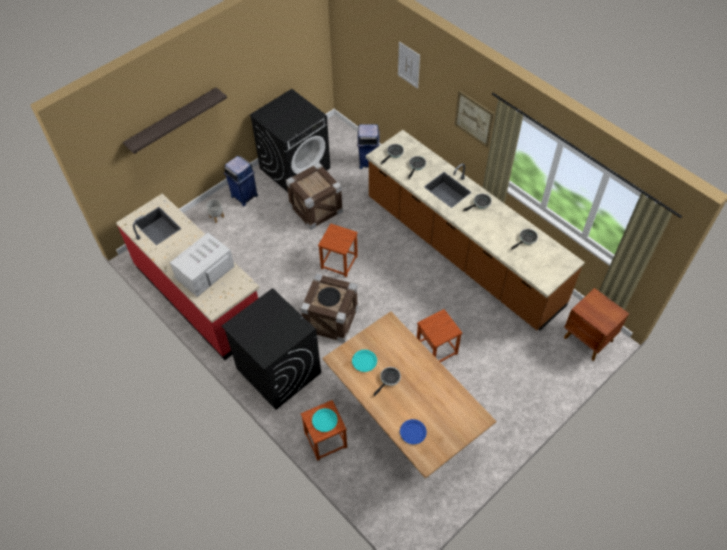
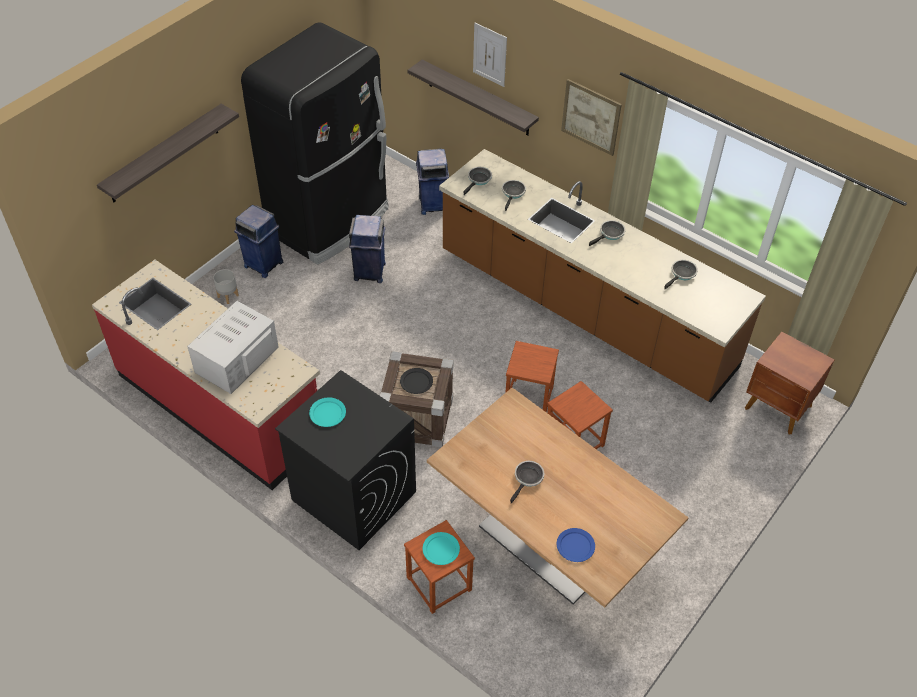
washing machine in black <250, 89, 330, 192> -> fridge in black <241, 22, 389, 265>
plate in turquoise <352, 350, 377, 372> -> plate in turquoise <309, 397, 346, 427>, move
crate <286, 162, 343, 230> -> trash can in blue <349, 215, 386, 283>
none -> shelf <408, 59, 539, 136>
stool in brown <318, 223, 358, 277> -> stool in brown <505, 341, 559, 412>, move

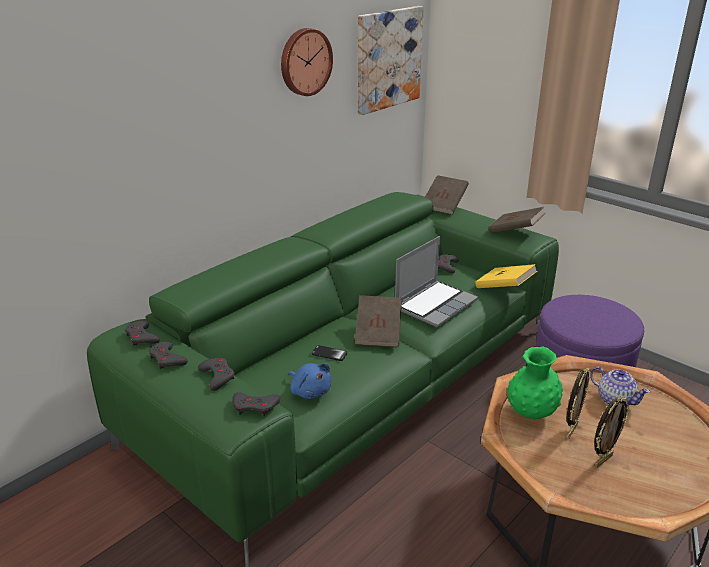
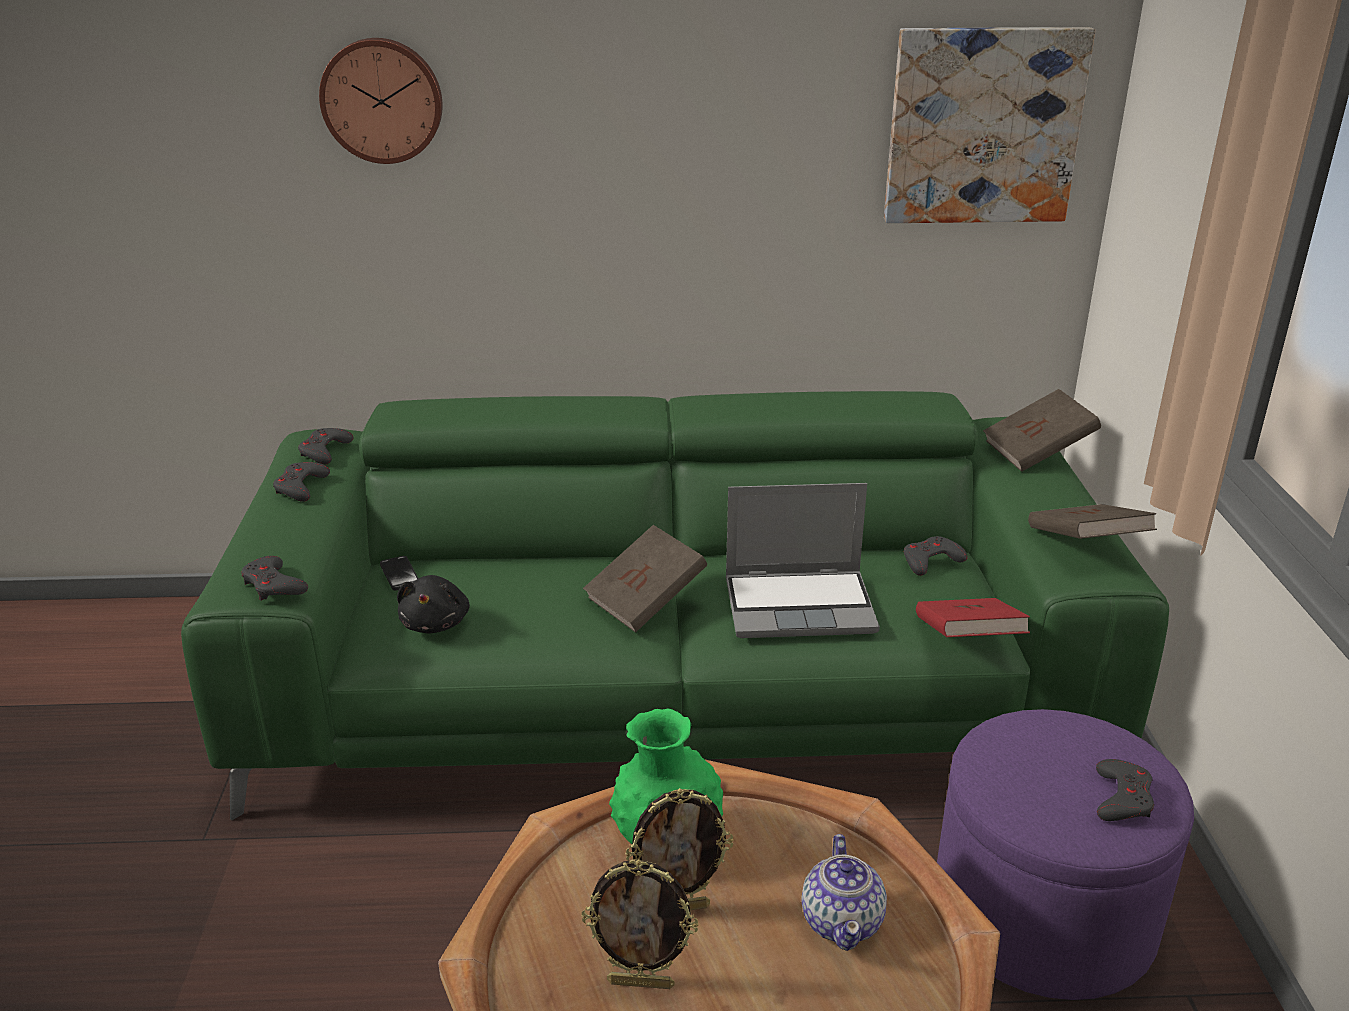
wall clock <281, 28, 333, 96> -> wall clock <319, 38, 443, 164>, move
phone <312, 345, 347, 361> -> phone <380, 556, 418, 591>, move
plush toy in blue <289, 363, 332, 399> -> plush toy in black <397, 575, 470, 633>
book in yellow <476, 264, 537, 288> -> book in red <916, 598, 1030, 637>
game controller in grey <198, 358, 234, 391> -> game controller in grey <1096, 759, 1154, 821>, move

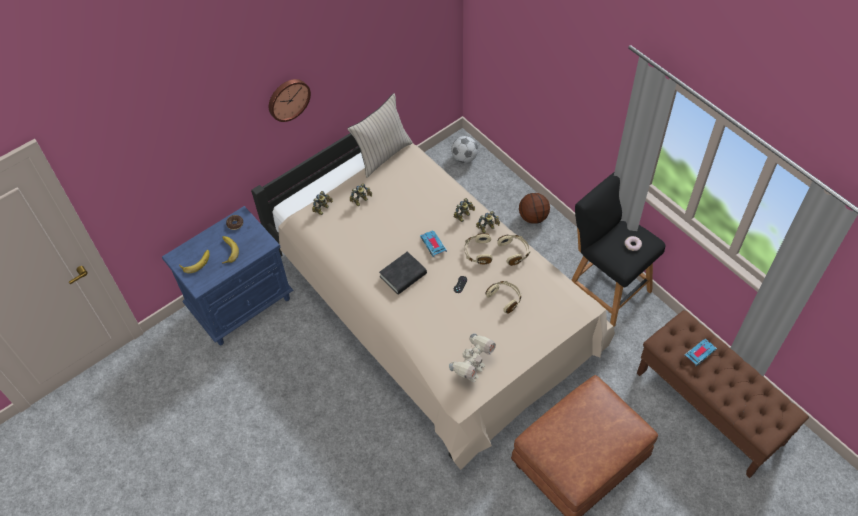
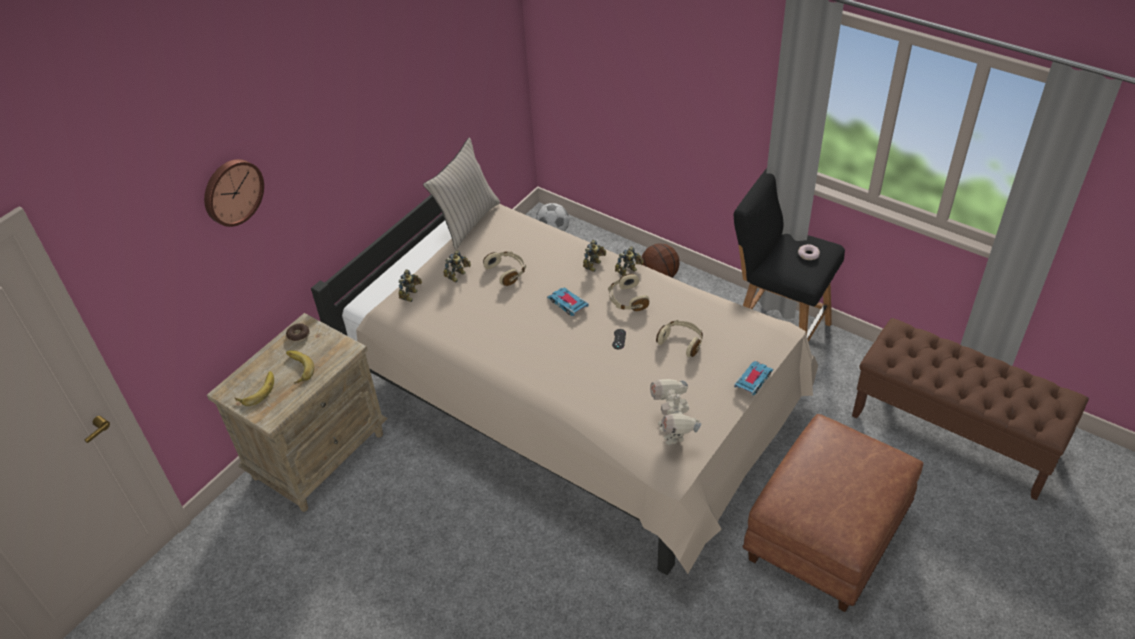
wall clock <269, 79, 311, 122> -> wall clock <204, 159, 264, 227>, move
nightstand in blue <162, 206, 293, 345> -> nightstand in beige <207, 313, 388, 512>
headphones in beige <497, 235, 530, 266> -> headphones in beige <483, 251, 526, 286>, move
toy robot <449, 333, 496, 382> -> toy robot <650, 379, 702, 445>, 150 degrees clockwise
toy car <684, 339, 717, 366> -> toy car <734, 361, 773, 396>, move
book in black <379, 252, 427, 295> -> none

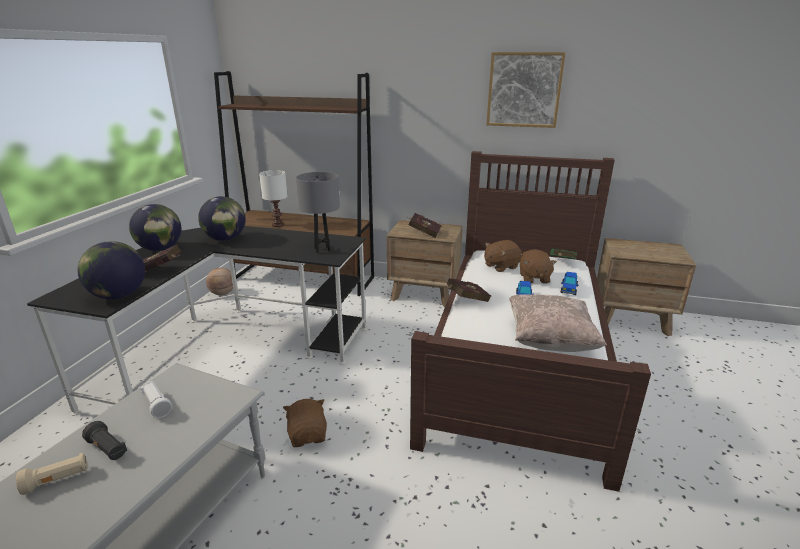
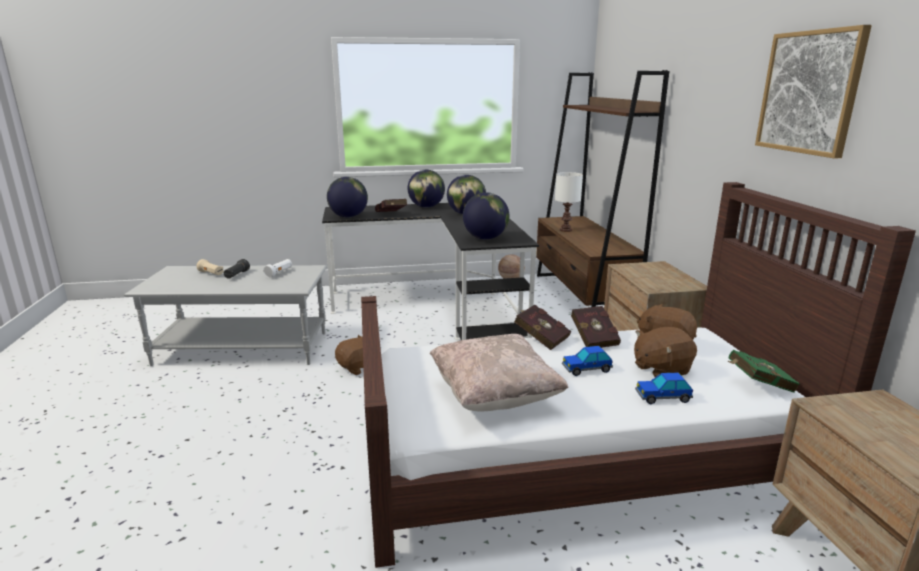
table lamp in grey <296, 172, 340, 253> -> globe <463, 192, 509, 240>
book in red <408, 213, 442, 238> -> book in red <571, 306, 621, 348>, move

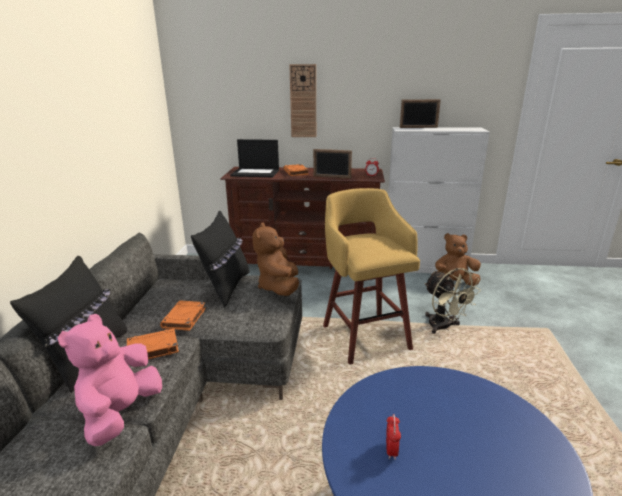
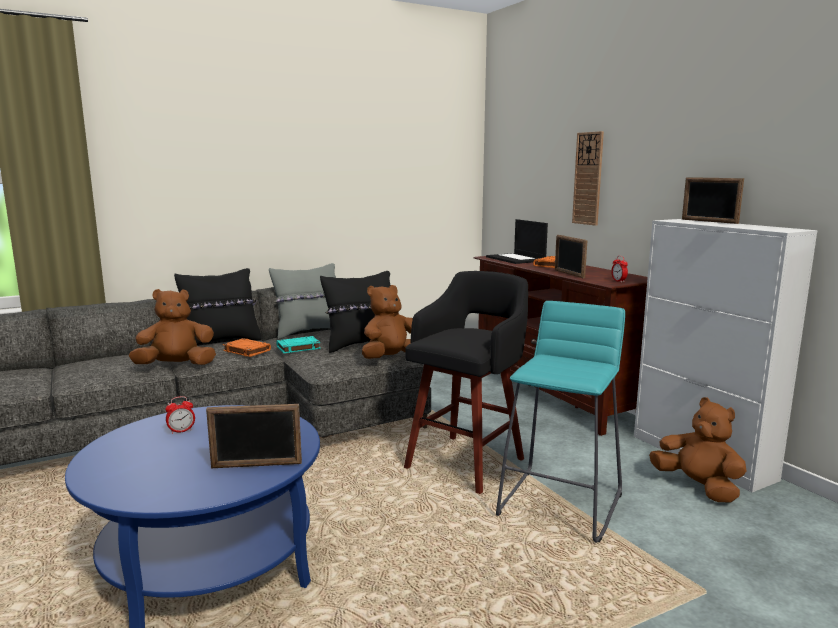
plush toy in pink <58, 314, 162, 446> -> plush toy in brown <129, 289, 216, 365>
none -> picture frame <206, 404, 302, 468>
none -> pillow in grey <269, 263, 336, 339>
book in orange <160, 300, 206, 331> -> book in turquoise <277, 336, 320, 353>
stool in yellow <323, 188, 420, 365> -> stool in black <404, 271, 528, 494>
fan in beige <424, 268, 481, 334> -> stool in turquoise <496, 301, 625, 542>

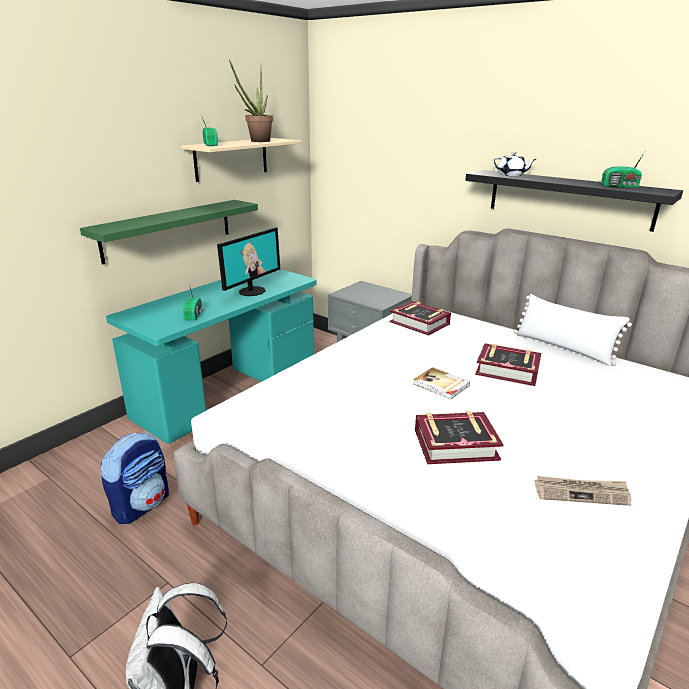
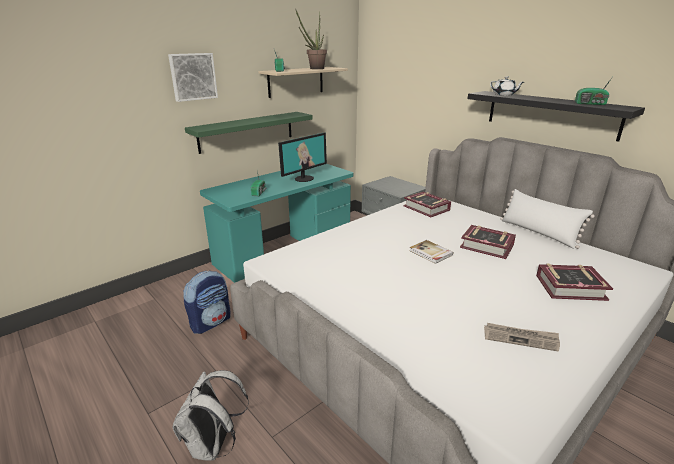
none -> picture <168, 53, 218, 102>
book <415, 411, 503, 464> -> book <536, 264, 613, 301>, move

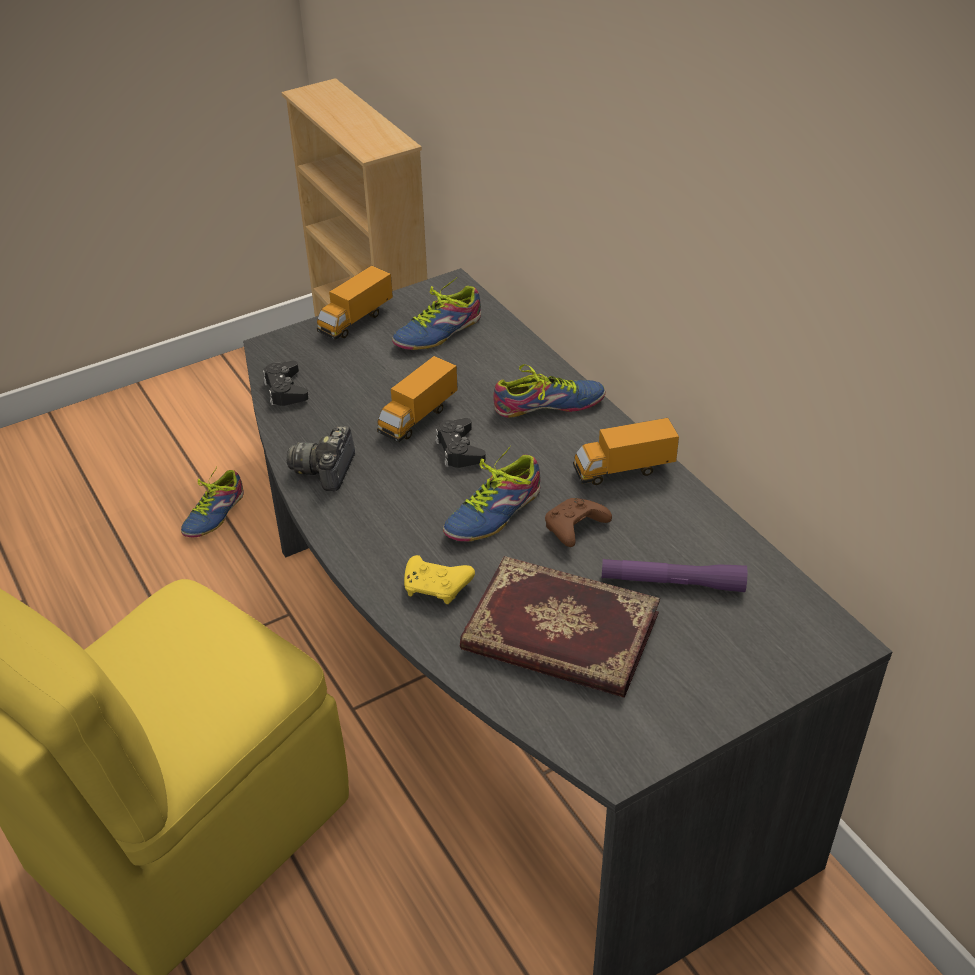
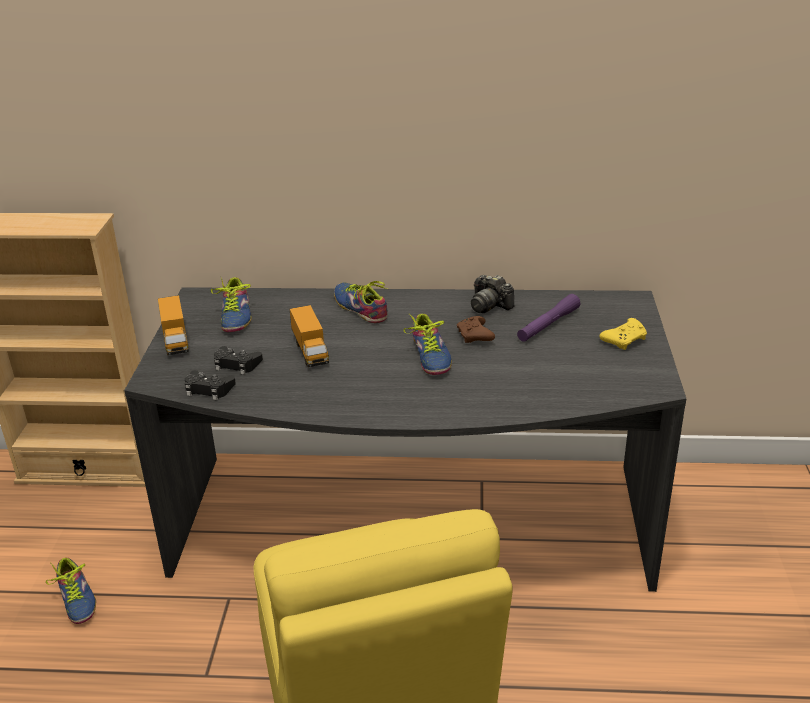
game controller in black <435, 418, 486, 468> -> game controller in black <214, 346, 263, 375>, move
shoe <493, 364, 606, 418> -> shoe <334, 281, 387, 323>, 60 degrees counterclockwise
photo camera <287, 426, 355, 491> -> photo camera <471, 275, 514, 313>, move
game controller in yellow <404, 555, 475, 604> -> game controller in yellow <599, 318, 647, 350>, move
book <460, 556, 660, 698> -> none
toy truck <573, 418, 679, 485> -> none

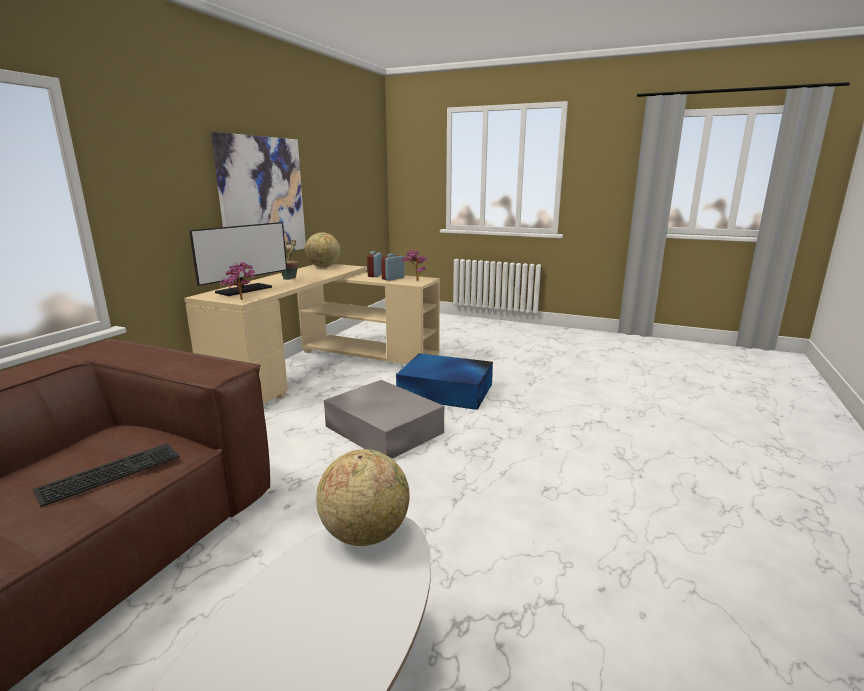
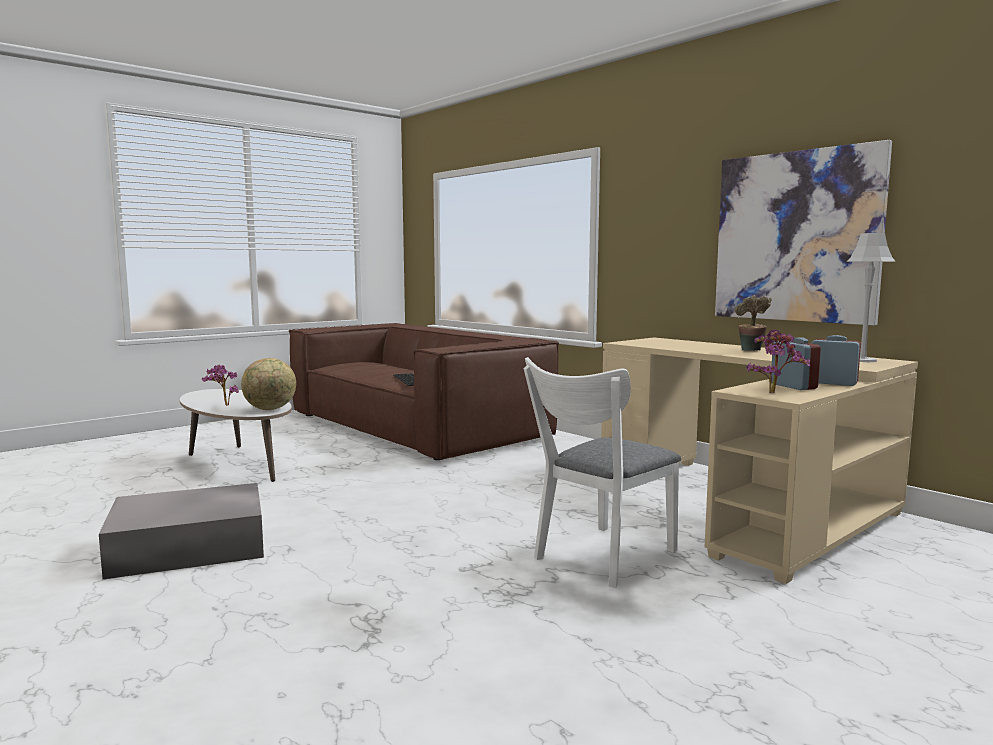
storage box in grey <324, 380, 444, 459> -> storage box in grey <99, 483, 264, 579>, move
potted plant <220, 262, 255, 300> -> potted plant <202, 364, 239, 406>, move
storage box in blue <396, 353, 493, 410> -> chair in white <524, 357, 681, 588>
globe <305, 232, 340, 267> -> table lamp in grey <847, 233, 896, 362>
monitor <189, 222, 287, 296> -> none

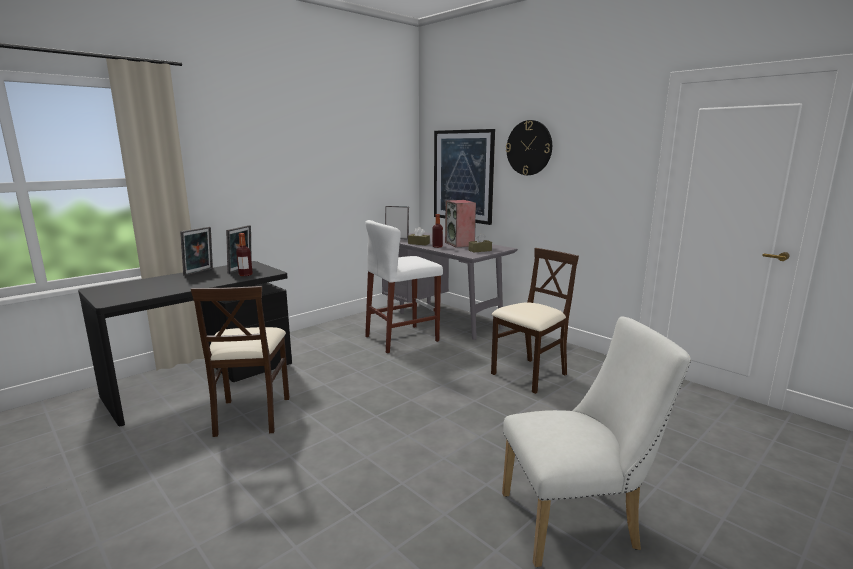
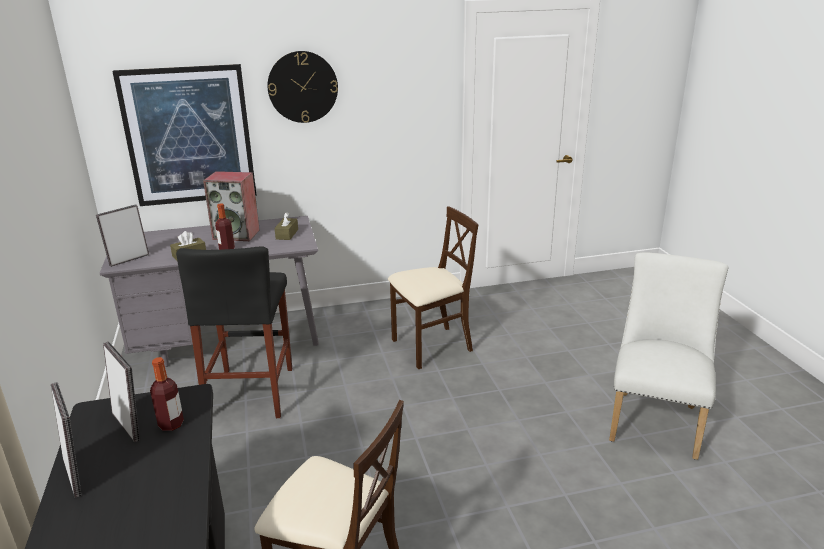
stool in white <365, 220, 443, 353> -> stool in black <176, 246, 292, 418>
chair in beige <491, 248, 579, 394> -> chair in beige <388, 206, 478, 369>, 75 degrees clockwise

